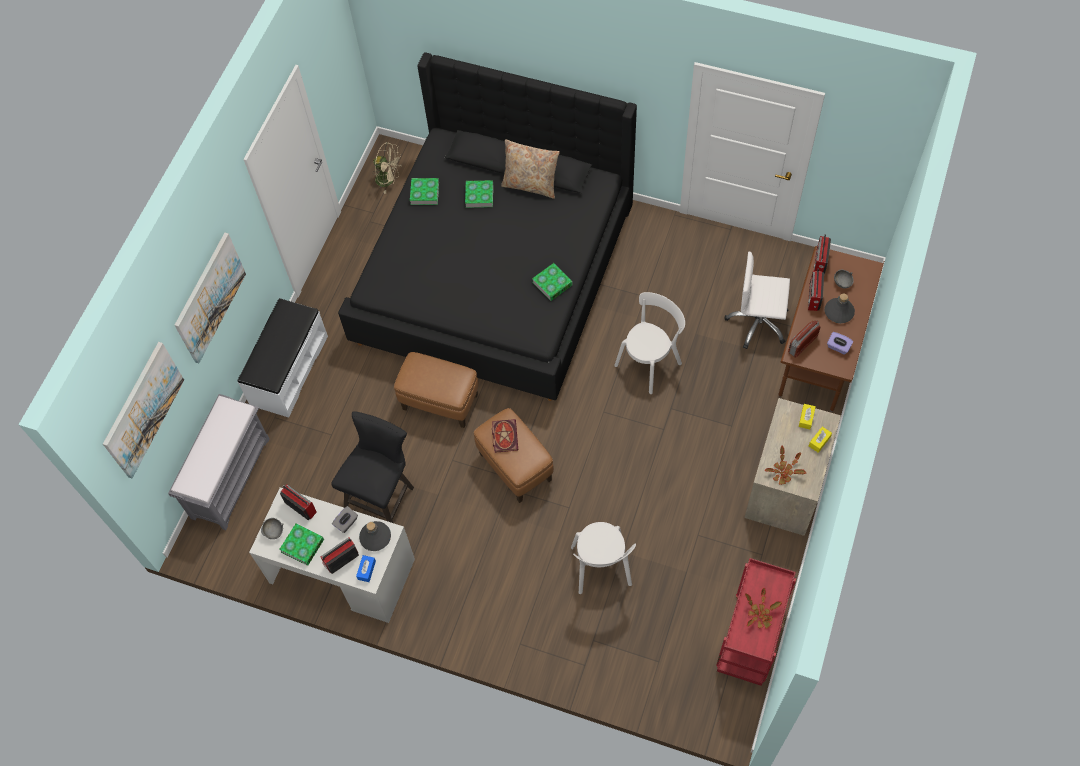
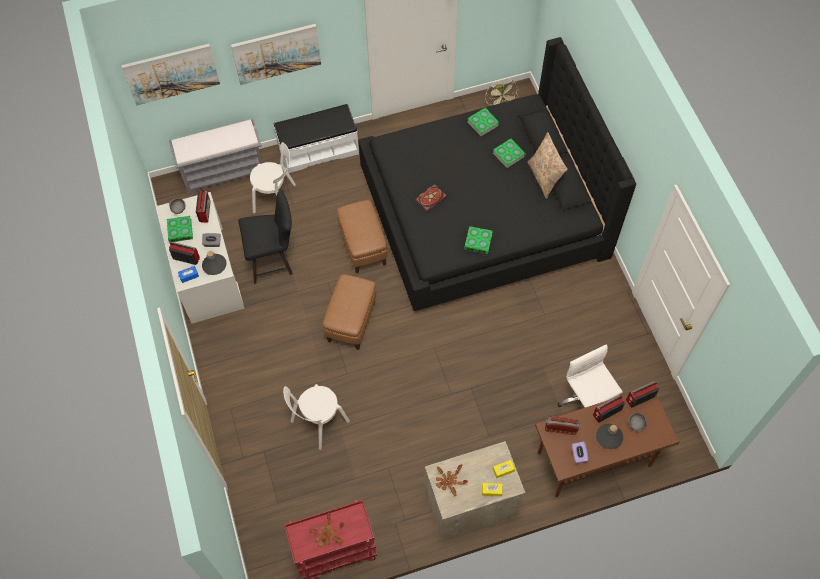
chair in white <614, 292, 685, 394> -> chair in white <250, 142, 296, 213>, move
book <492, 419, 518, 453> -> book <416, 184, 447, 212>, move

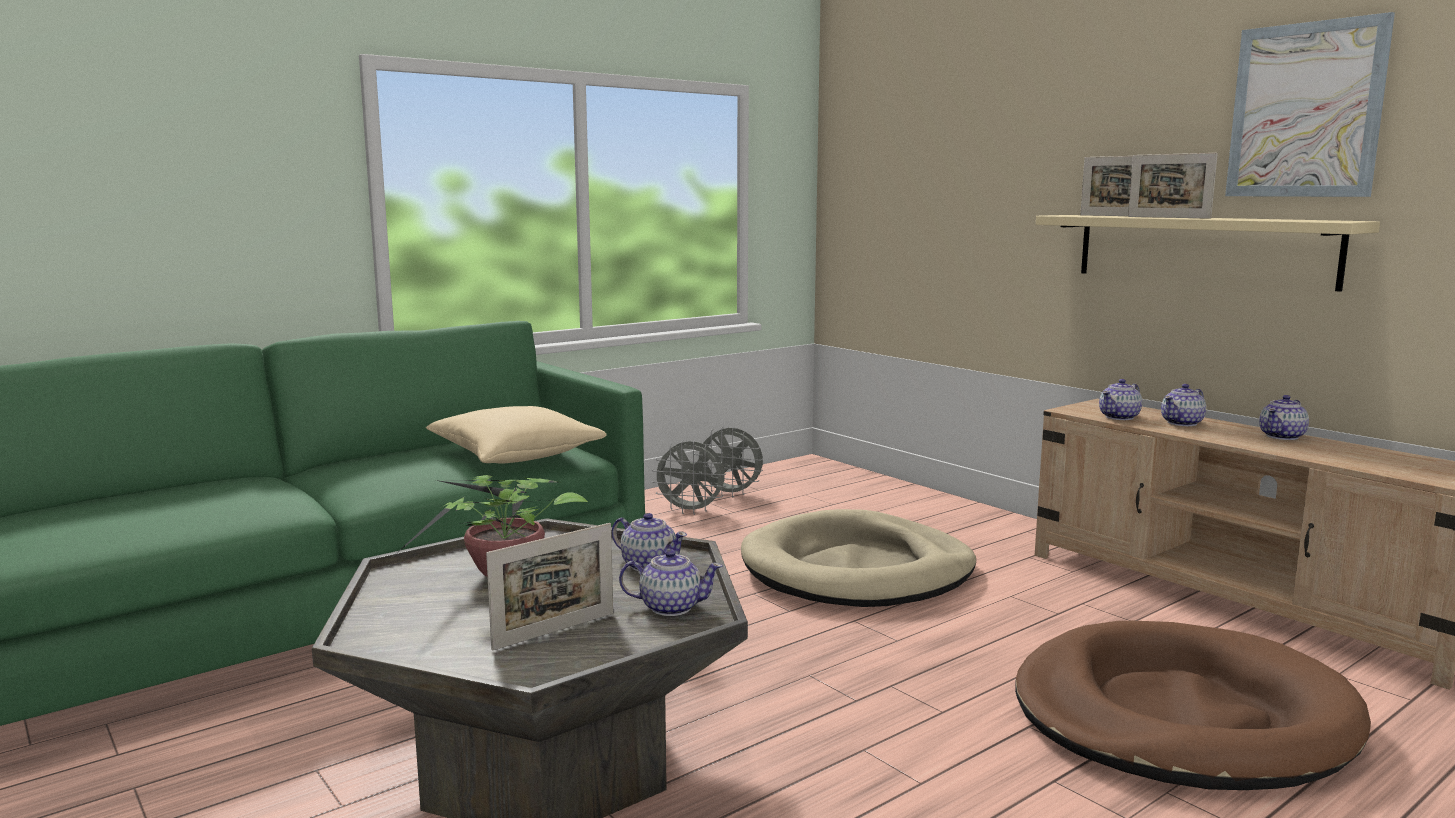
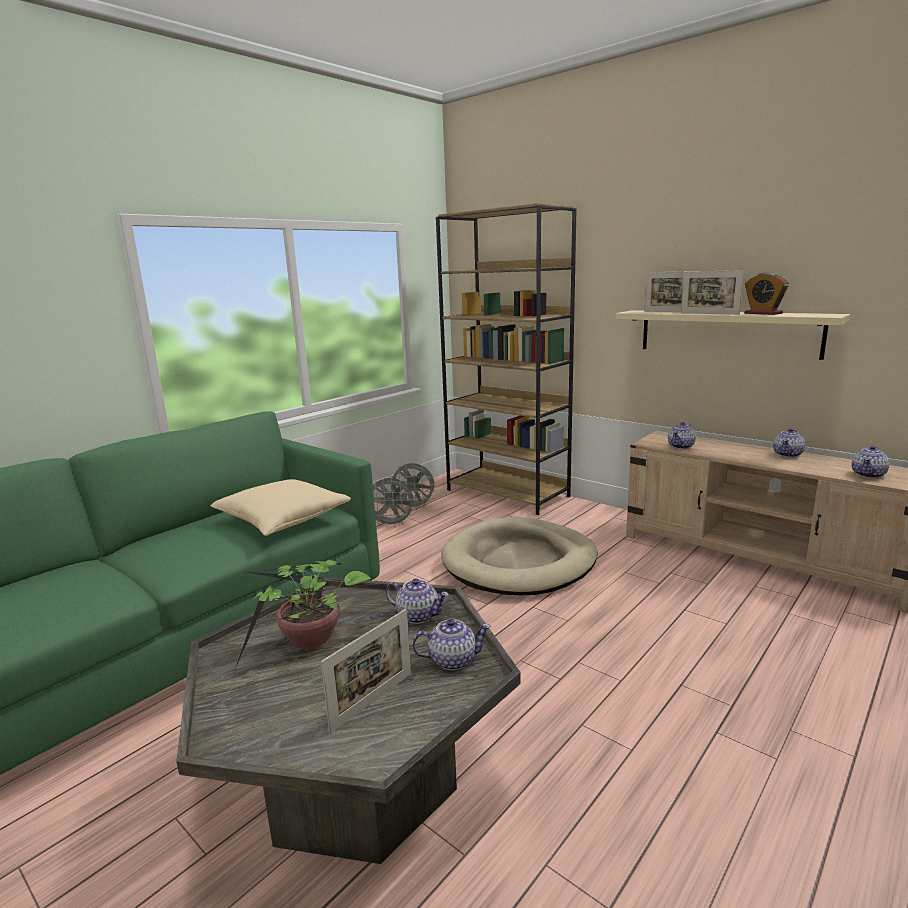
none -> bookcase in brown <436, 203, 577, 515>
none -> alarm clock <744, 272, 789, 315>
teapot <1161, 384, 1206, 426> -> teapot <852, 446, 890, 478>, move
dog bed in brown <1015, 621, 1371, 790> -> none
picture <1225, 12, 1395, 197> -> none

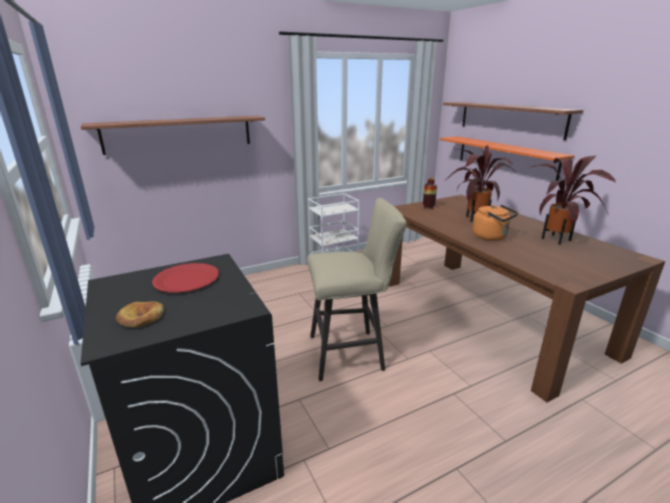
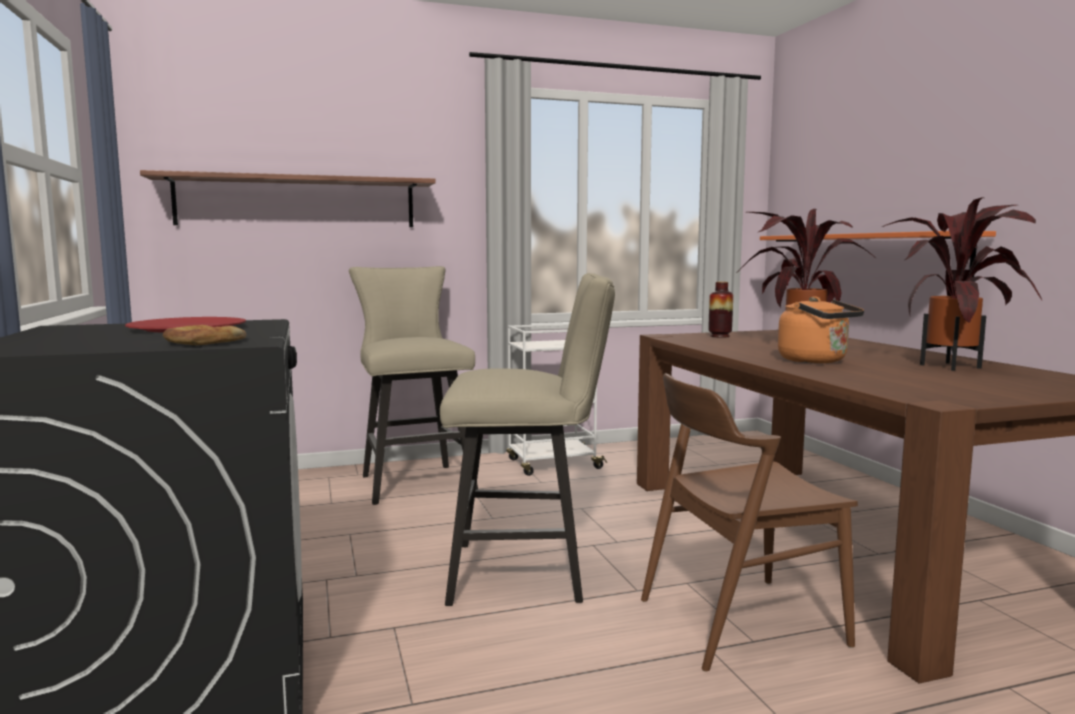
bread <115, 301, 164, 327> -> bread <163, 325, 246, 345>, move
none -> stool in beige <349, 266, 478, 505>
none -> chair in brown <641, 373, 858, 672>
shelf <443, 102, 583, 140> -> none

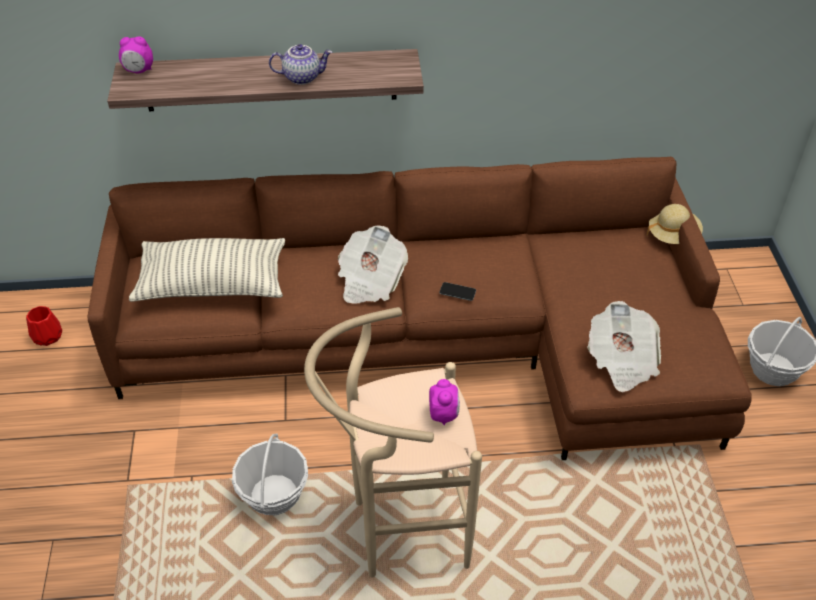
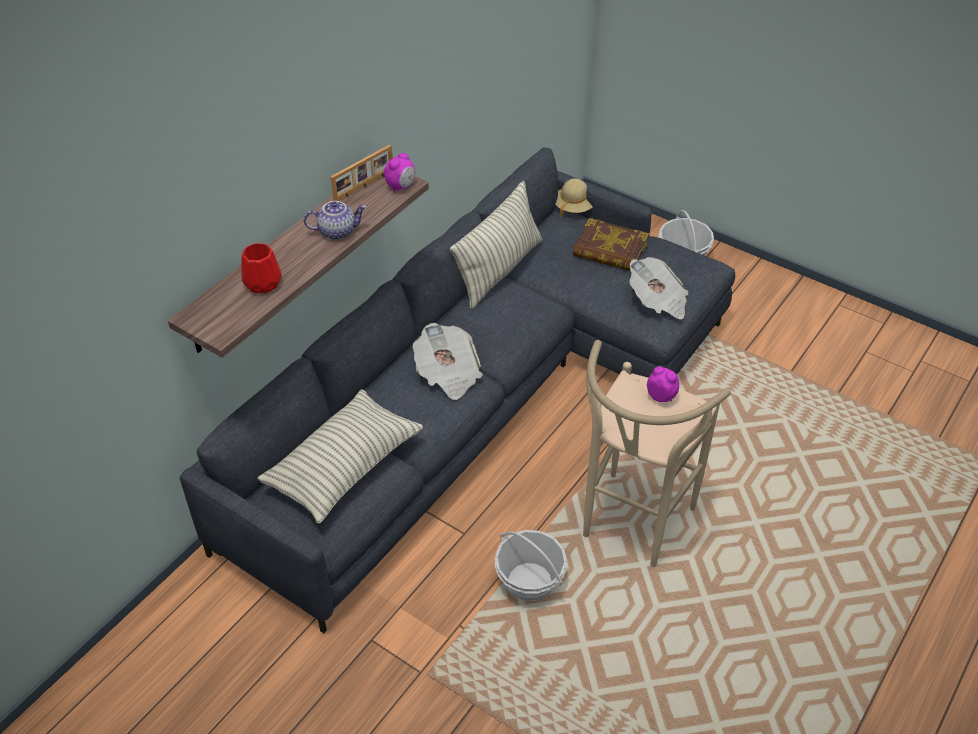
sofa in brown <88, 157, 752, 460> -> sofa in grey <180, 147, 735, 633>
vase in red <26, 306, 62, 346> -> vase in red <241, 243, 281, 293>, move
teapot <269, 44, 332, 85> -> teapot <304, 201, 367, 240>, 45 degrees clockwise
none -> picture frame <330, 144, 393, 201>
alarm clock <119, 36, 153, 73> -> alarm clock <384, 153, 415, 192>, move
none -> pillow <450, 181, 542, 309>
none -> book <573, 218, 649, 271>
phone <439, 282, 476, 301> -> none

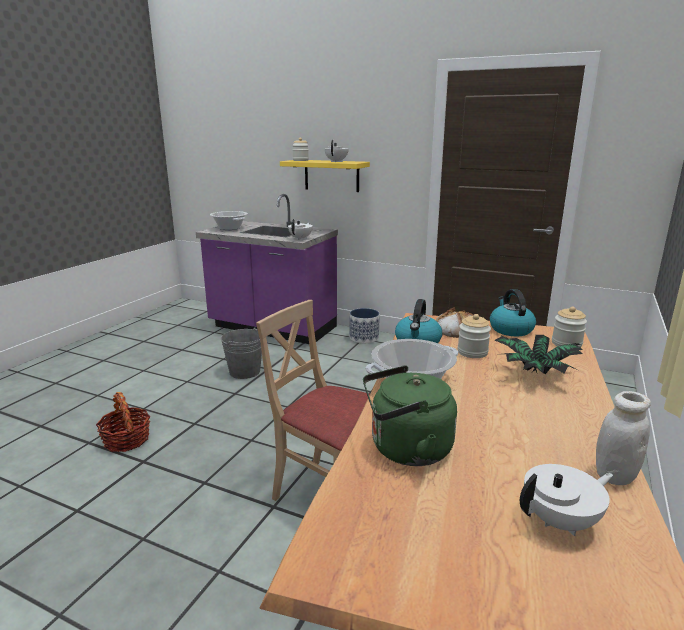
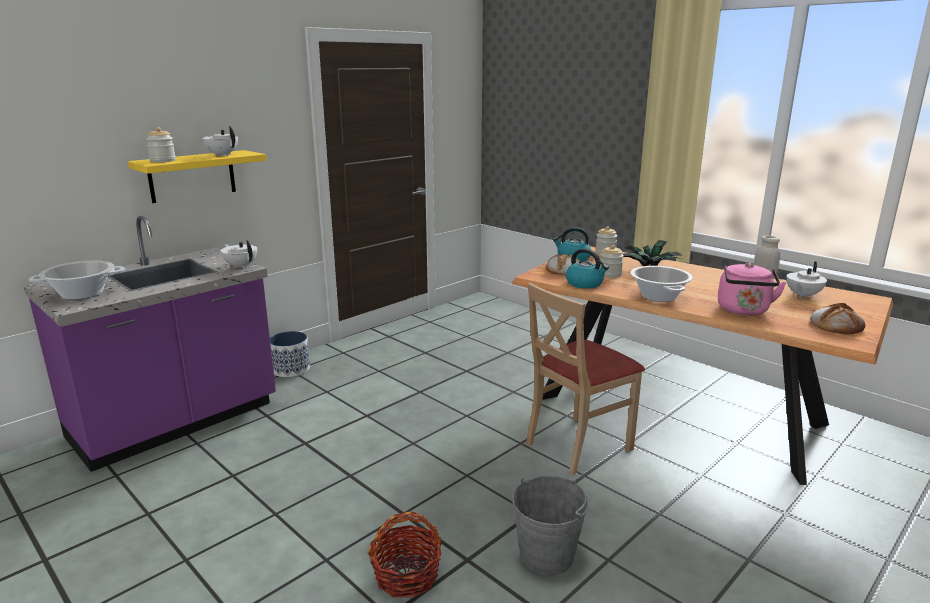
bucket in grey <221, 327, 262, 379> -> bucket in grey <512, 475, 588, 575>, move
kettle in green <363, 365, 457, 466> -> kettle in pink <718, 263, 786, 315>
teapot in white <520, 464, 613, 536> -> teapot in white <786, 261, 827, 298>, 135 degrees counterclockwise
none -> bread <810, 303, 865, 334>

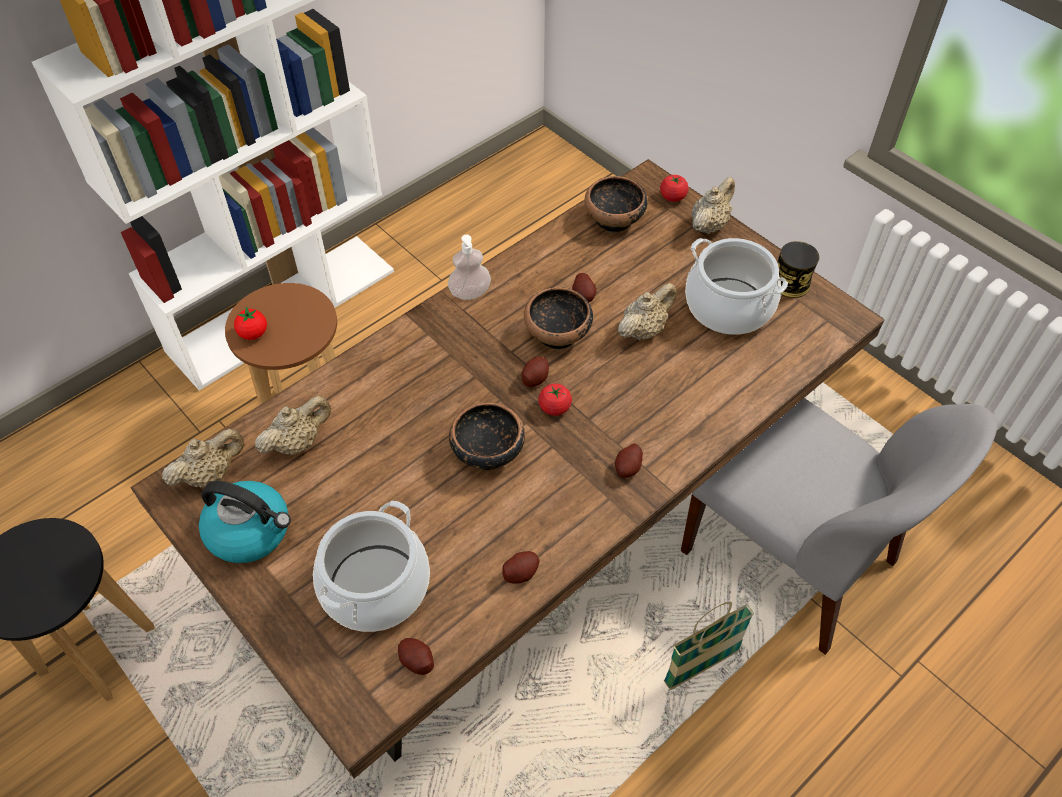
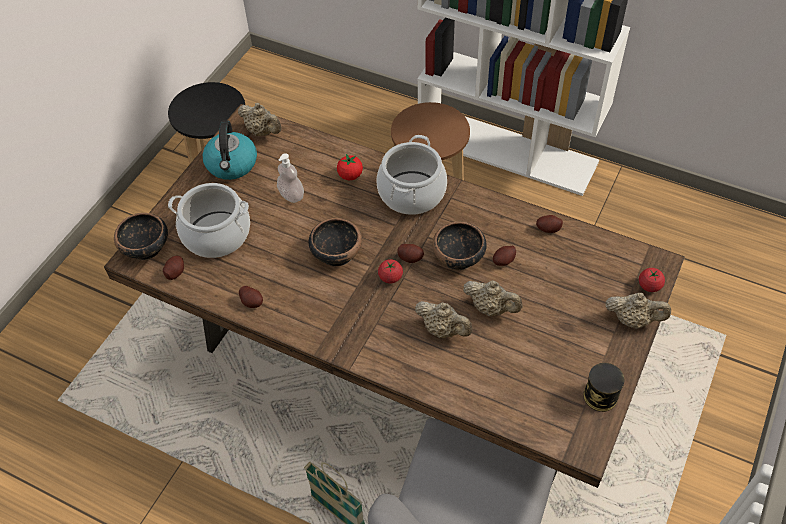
bowl <584, 176, 648, 233> -> bowl <114, 213, 168, 260>, move
soap dispenser <448, 235, 491, 300> -> soap dispenser <277, 153, 304, 203>, move
tomato <234, 307, 267, 340> -> tomato <337, 154, 363, 180>, move
cooking pot <685, 238, 788, 335> -> cooking pot <377, 135, 447, 215>, move
teapot in beige <255, 396, 331, 455> -> teapot in beige <415, 301, 472, 338>, move
potato <615, 444, 643, 478> -> potato <536, 215, 563, 233>, move

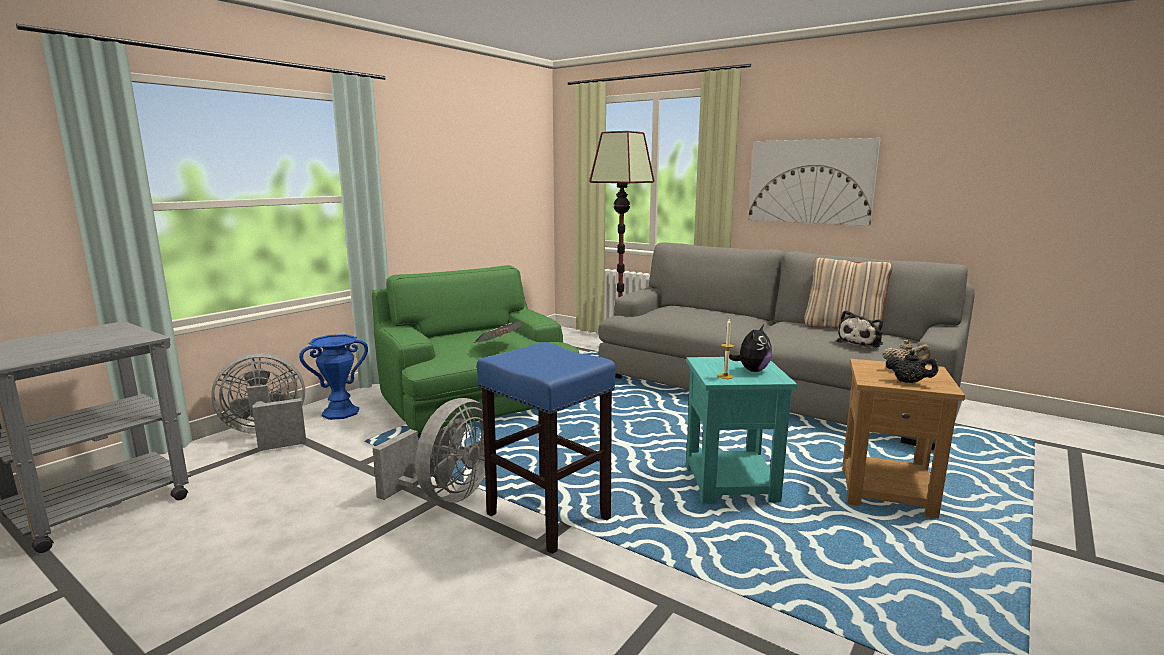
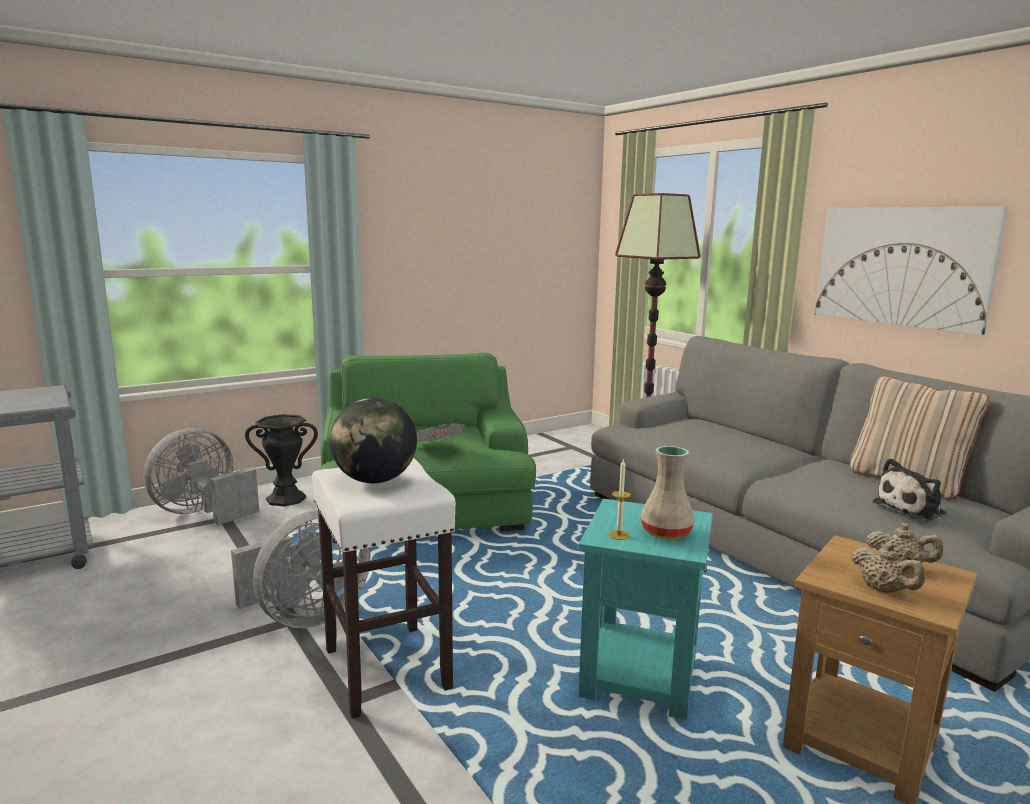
fan in grey <211, 353, 306, 451> -> fan in grey <143, 428, 259, 525>, 45 degrees counterclockwise
vase in blue <299, 334, 368, 420> -> vase in black <245, 414, 318, 506>
stool in blue <477, 342, 616, 554> -> stool in white <312, 458, 456, 719>
none -> globe <330, 398, 417, 483>
plush toy <729, 325, 772, 372> -> vase in beige <640, 446, 695, 539>
teapot in black <886, 350, 938, 383> -> teapot in beige <851, 543, 925, 593>

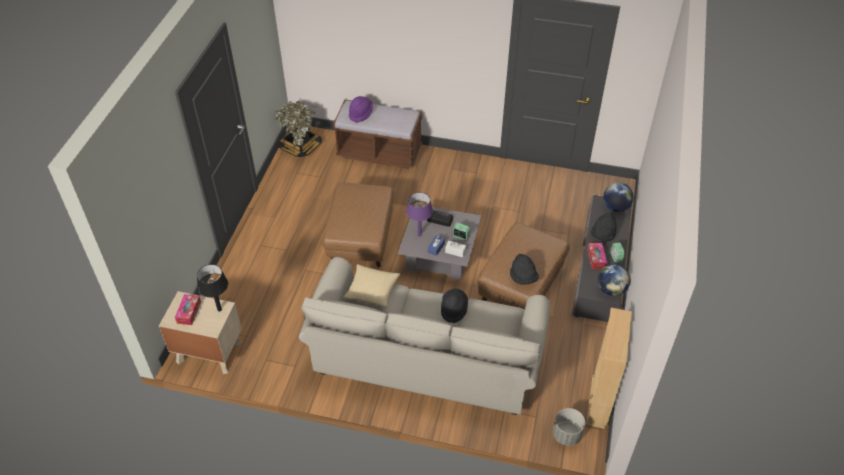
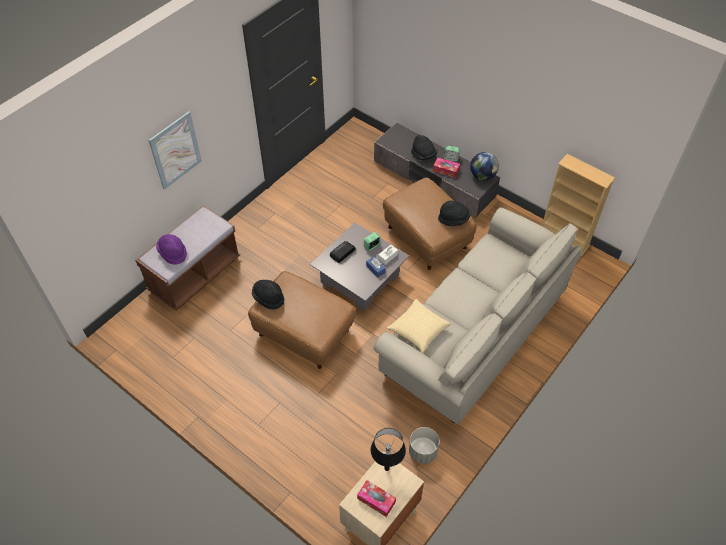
none -> picture <149, 111, 202, 190>
hat in black <441, 288, 468, 323> -> hat in black <252, 280, 284, 310>, move
planter in grey <553, 408, 585, 446> -> planter in grey <409, 427, 440, 464>, move
potted plant <275, 101, 322, 157> -> none
table lamp in purple <406, 192, 433, 237> -> none
globe <603, 182, 633, 212> -> none

